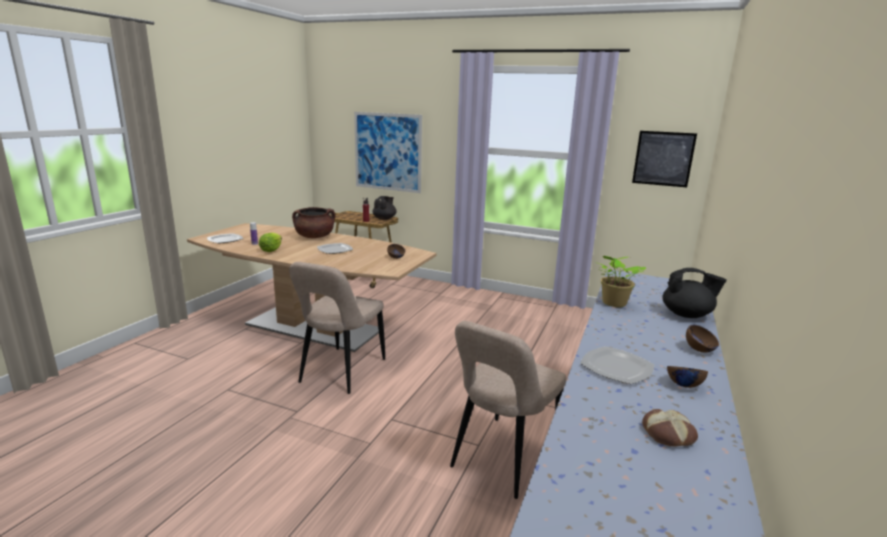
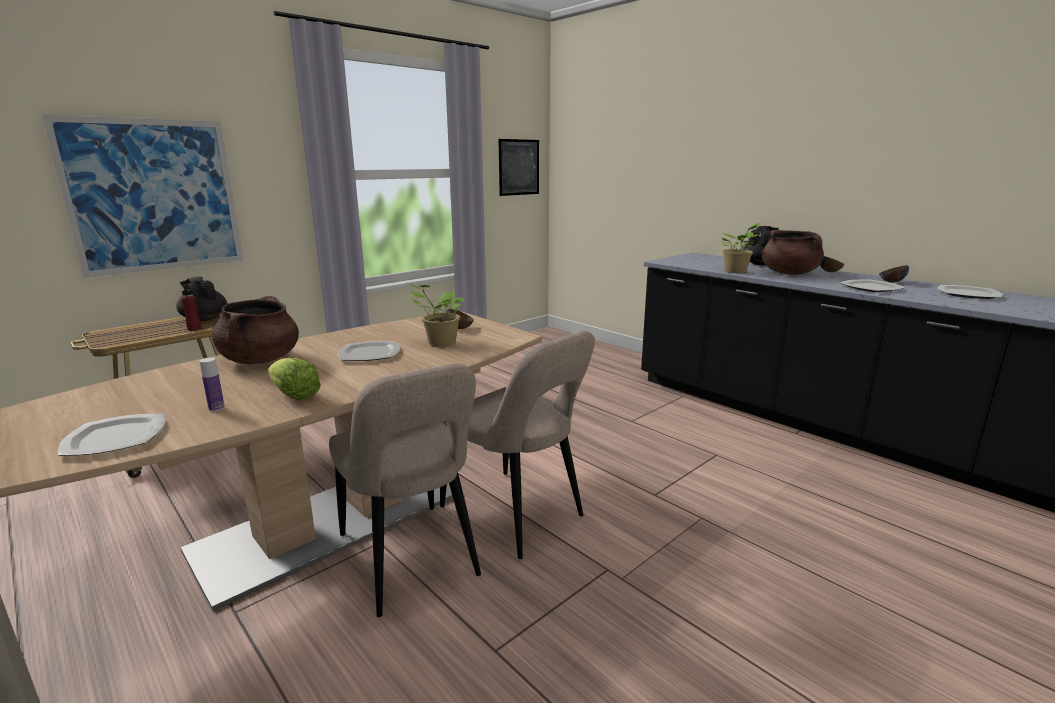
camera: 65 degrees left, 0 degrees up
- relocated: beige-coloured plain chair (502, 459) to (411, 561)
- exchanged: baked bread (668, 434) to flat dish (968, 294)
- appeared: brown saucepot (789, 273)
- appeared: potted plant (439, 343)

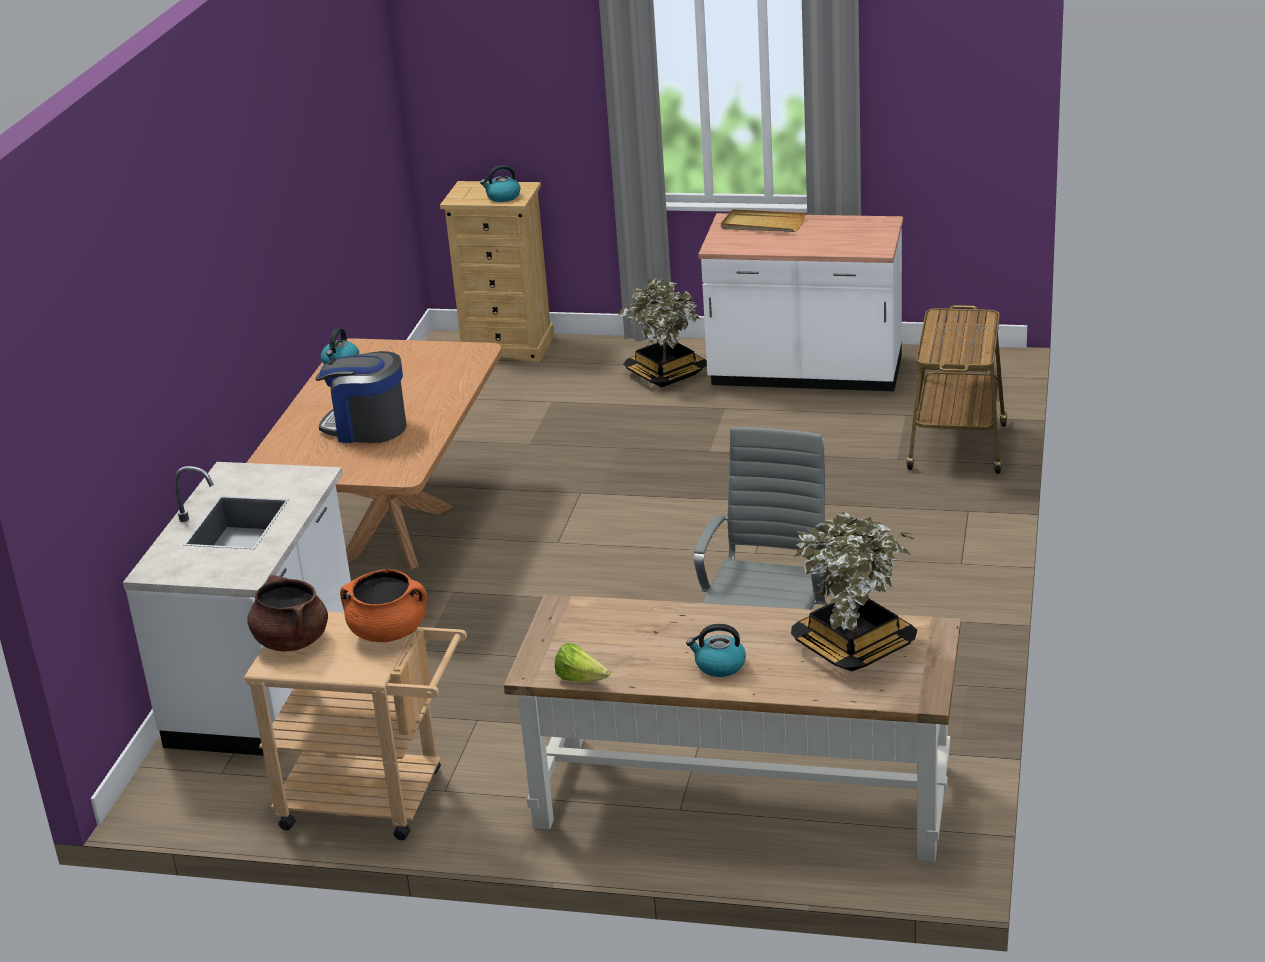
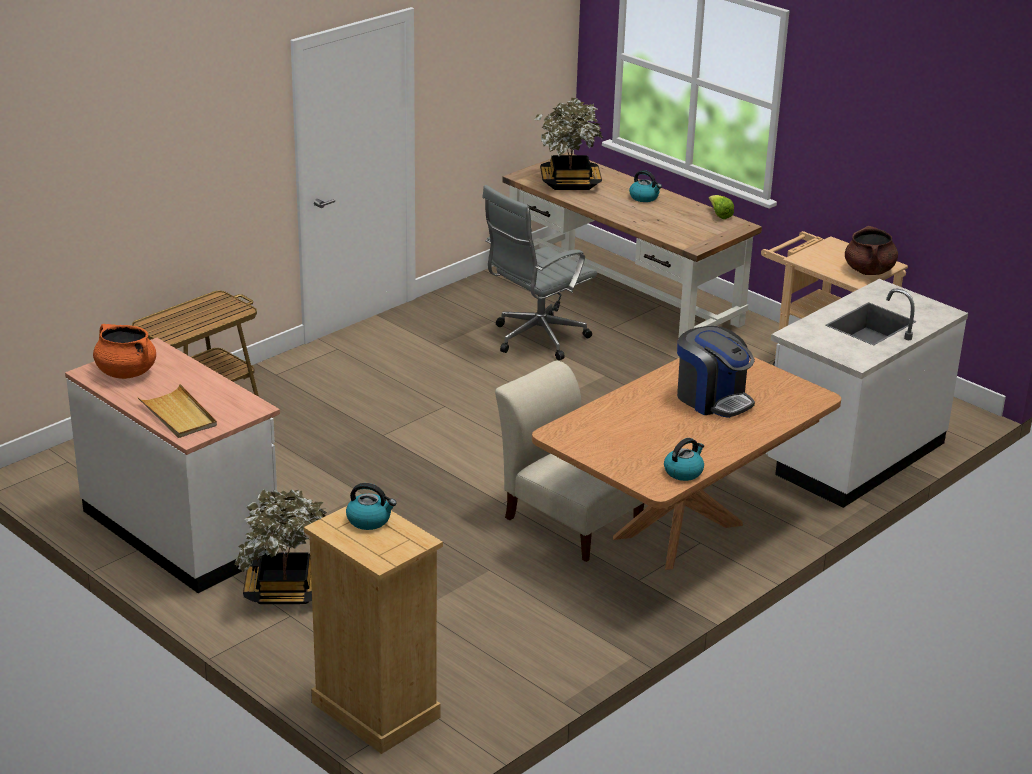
camera: 150 degrees left, 0 degrees up
- relocated: orange saucepot (389, 632) to (126, 372)
- appeared: beige-coloured plain chair (568, 521)

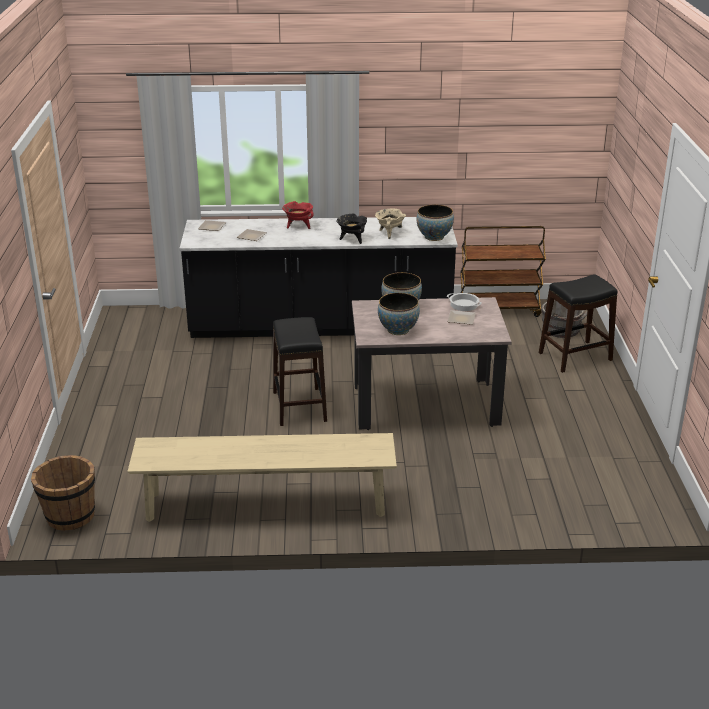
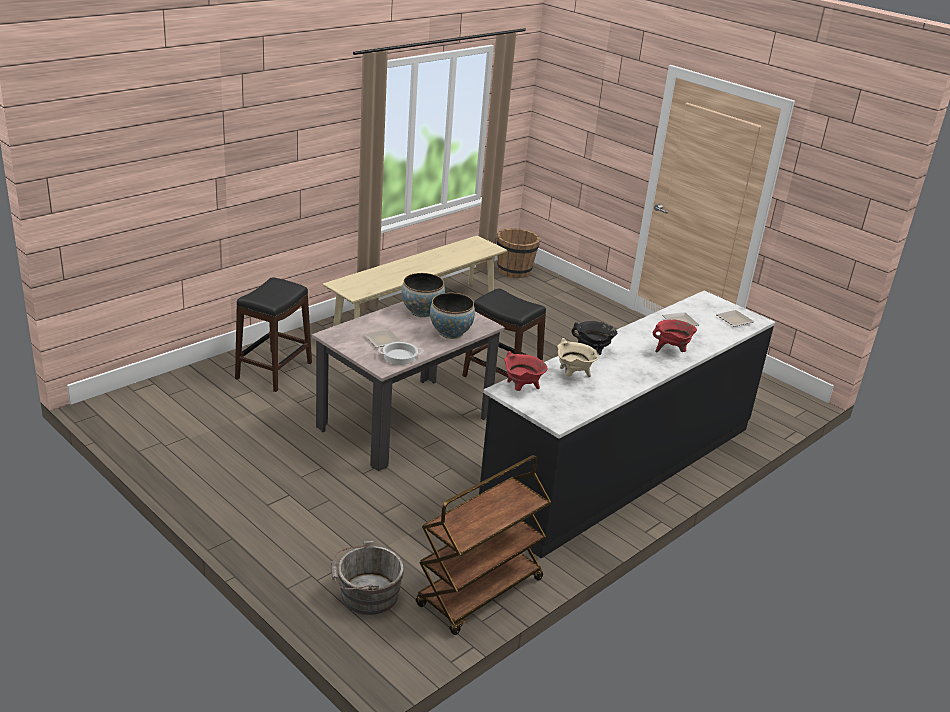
camera: 135 degrees right, 0 degrees up
- exchanged: serving bowl (434, 237) to red-coloured saucepot (521, 389)
- relocated: black stool seat (575, 357) to (273, 370)

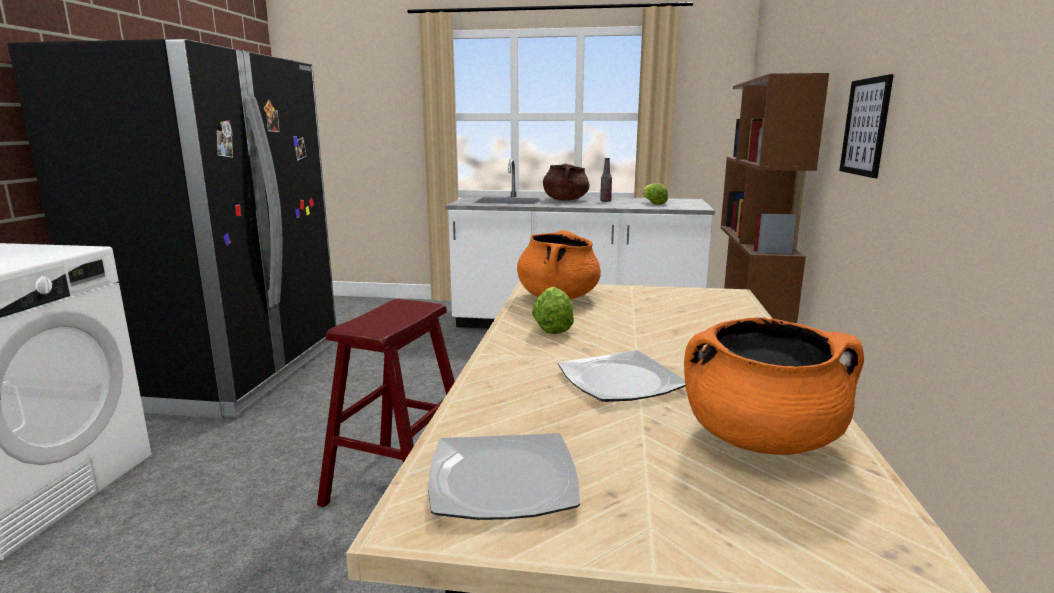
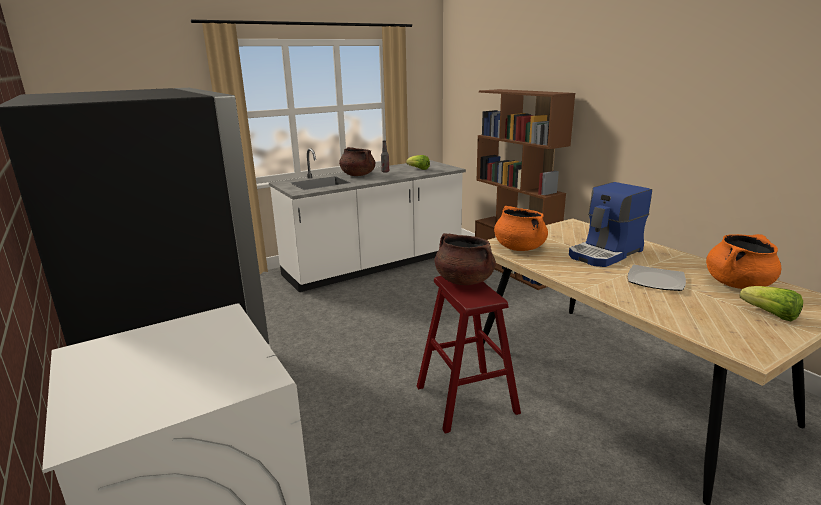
camera: 40 degrees left, 5 degrees up
- missing: wall art (865, 127)
- relocated: lettuce (552, 327) to (770, 314)
- missing: flat dish (501, 481)
- appeared: coffee brewer (606, 253)
- appeared: brown saucepot (463, 280)

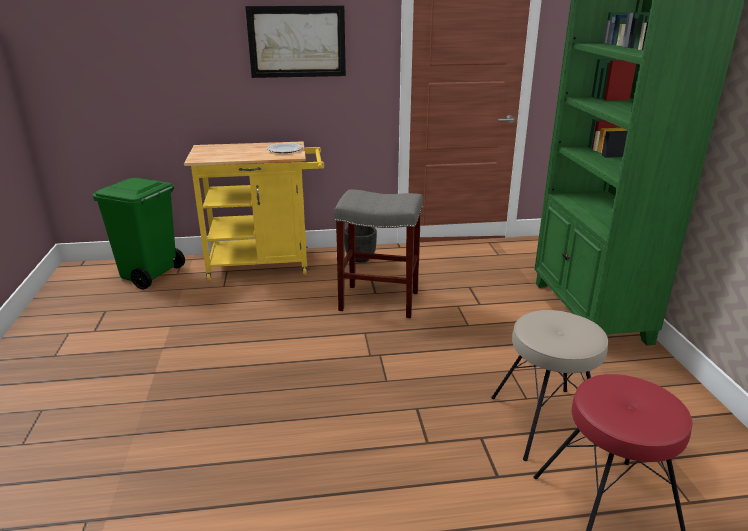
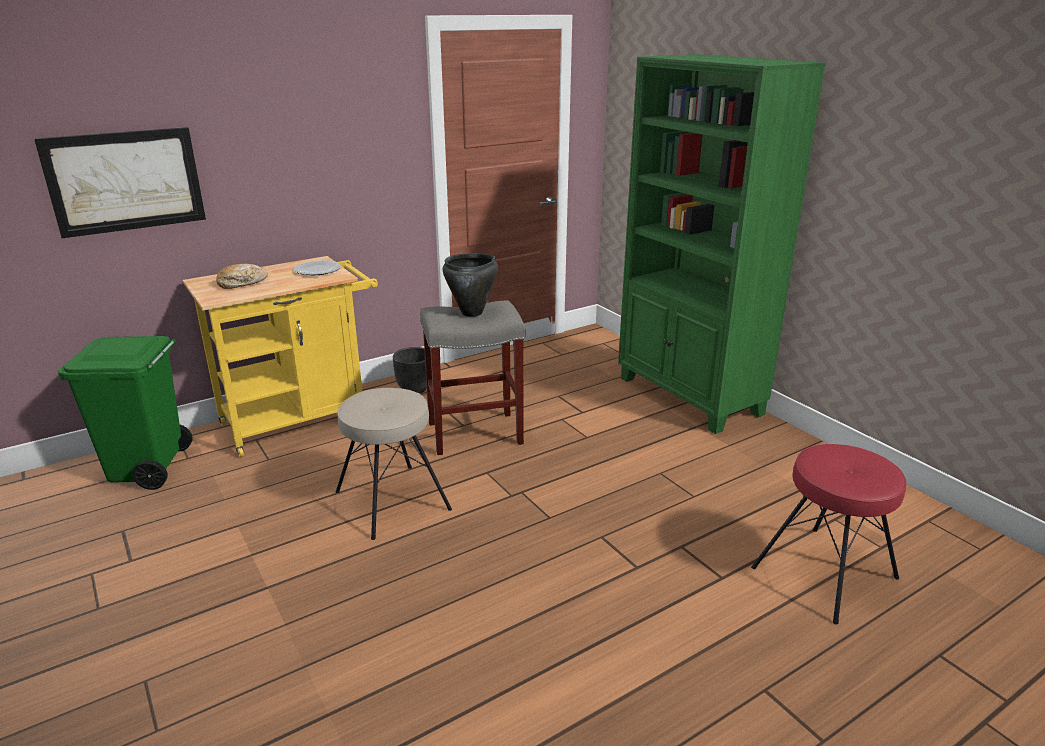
camera: 25 degrees left, 0 degrees up
- relocated: wall art (297, 41) to (125, 181)
- relocated: beige-coloured stool seat (545, 423) to (391, 501)
- appeared: black saucepot (472, 313)
- appeared: baked bread (242, 283)

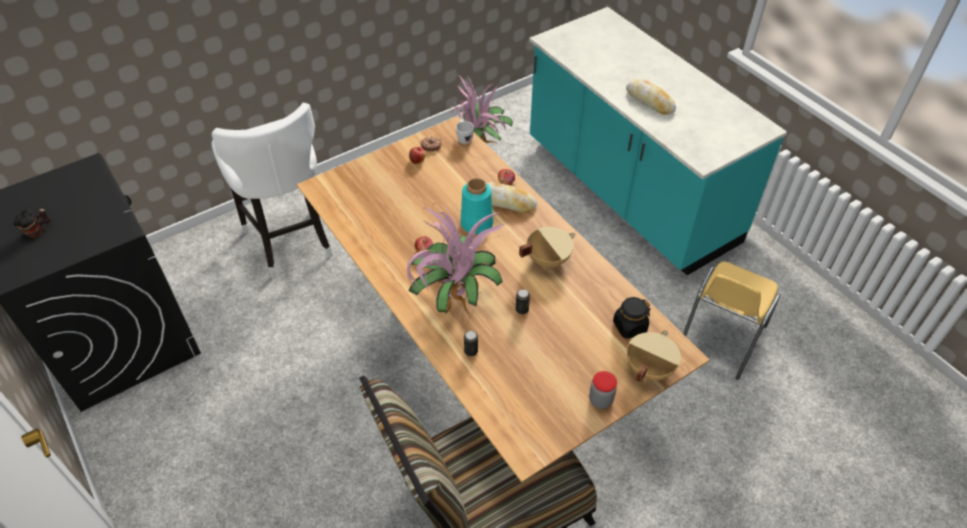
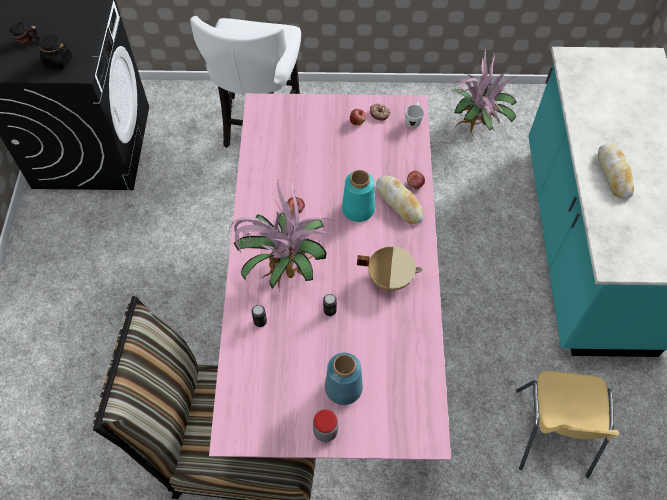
camera: 35 degrees right, 10 degrees up
- colour: brown kitchen table (483, 355) to pink kitchen table (333, 318)
- spun: yellow-coloured plain chair (720, 338) = (551, 433) 60 degrees counterclockwise
- relocated: black preserve jar (629, 326) to (58, 61)
- missing: beige-coloured saucepot (648, 368)
- appeared: blue-coloured flower vase (343, 387)

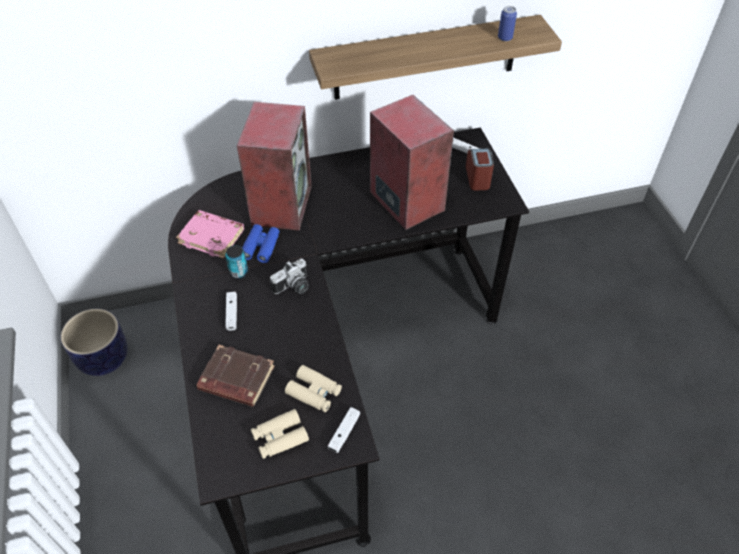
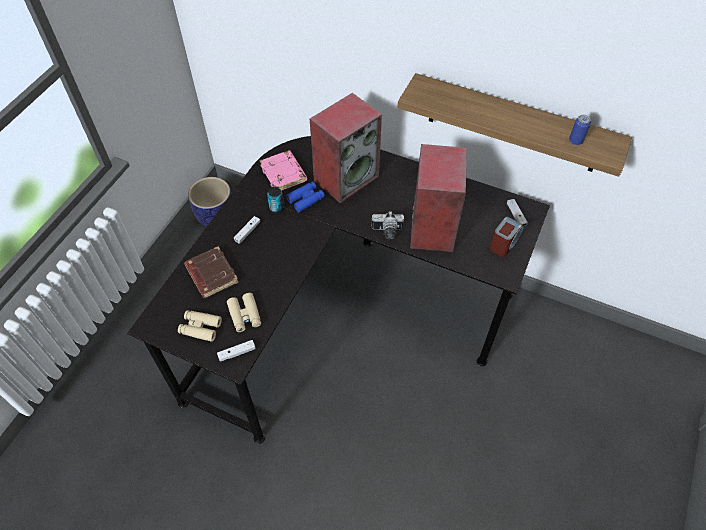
camera: 40 degrees right, 5 degrees up
- relocated: photo camera (294, 287) to (387, 232)

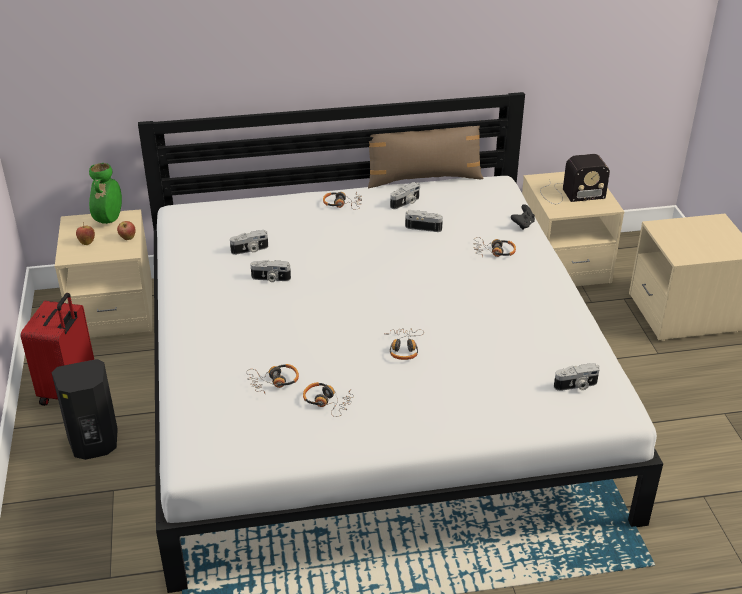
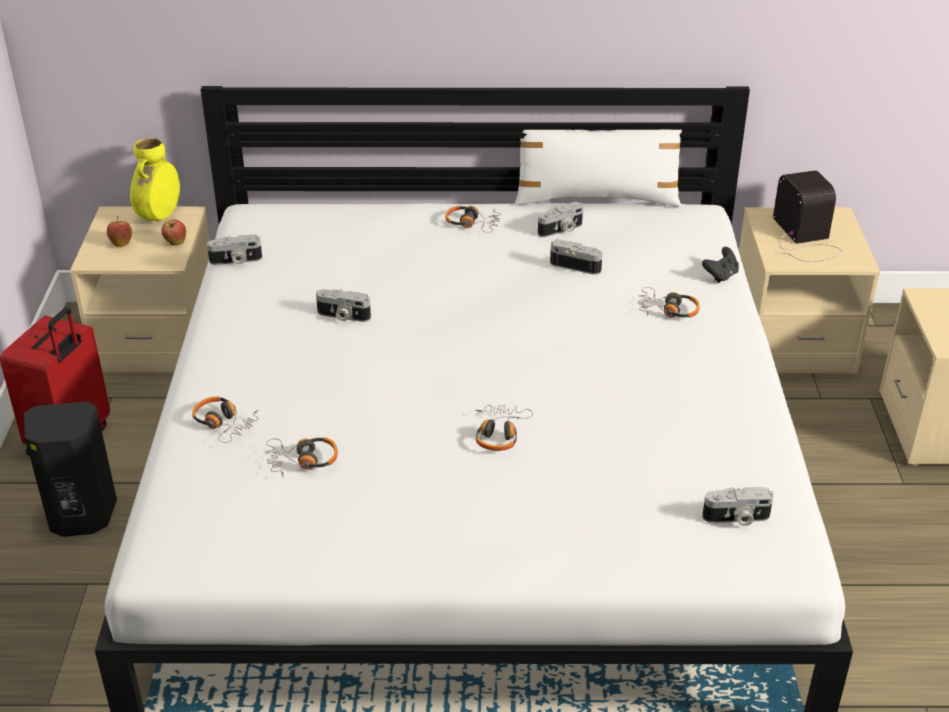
camera: 10 degrees right, 0 degrees up
- colour: brown throw pillow (424, 178) to whitish throw pillow (597, 199)
- spun: radio receiver (569, 193) = (805, 239) 105 degrees counterclockwise
- colour: green-coloured flower vase (109, 219) to yellow-coloured flower vase (159, 216)
- relocated: photo camera (250, 250) to (236, 261)
- relocated: headset (327, 402) to (224, 423)

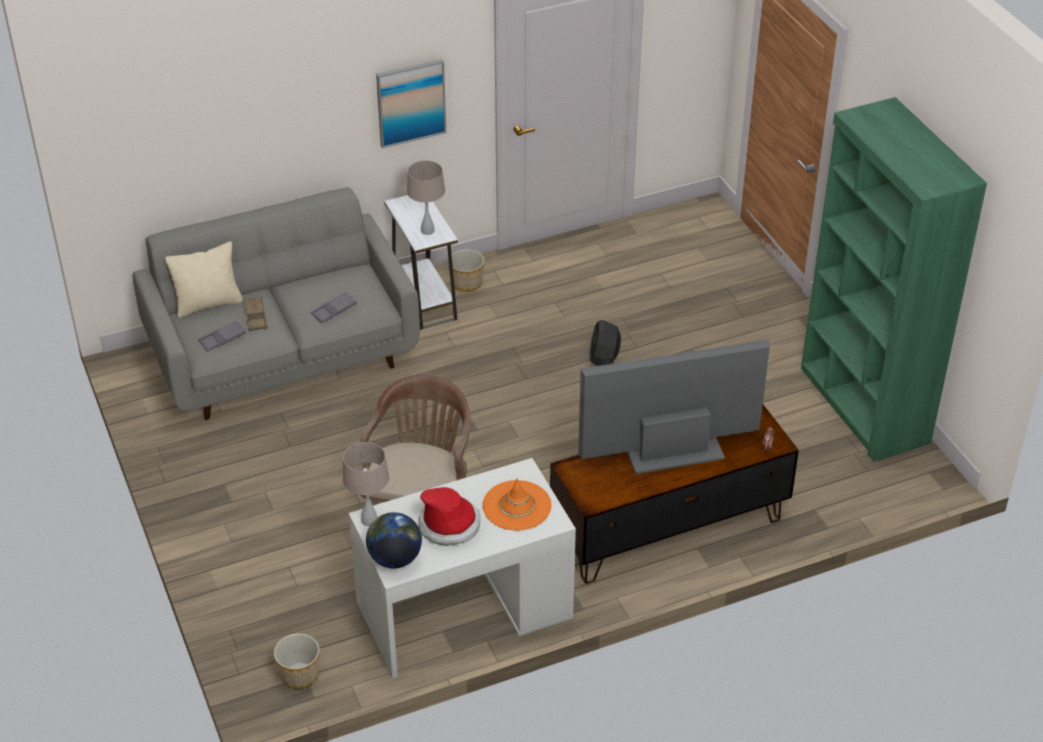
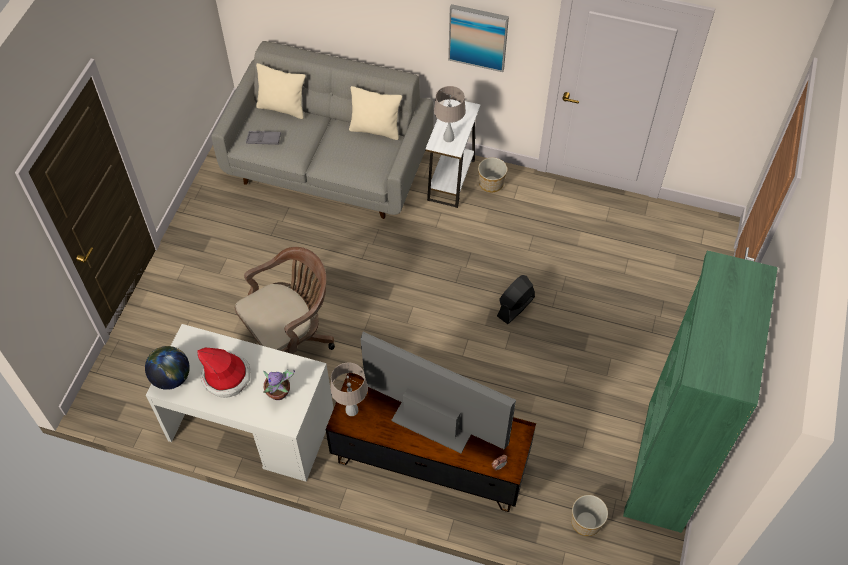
camera: 40 degrees right, 15 degrees up
- missing: grey carrying tray (334, 310)
- missing: brown carrying tray (255, 316)
- relocated: beige-coloured tabletop lamp (369, 519) to (352, 410)
- exchanged: orange clothing hat (517, 506) to potted plant (279, 393)
- relocated: flower pot (300, 675) to (586, 522)
- appeared: beige-coloured throw pillow (375, 130)

